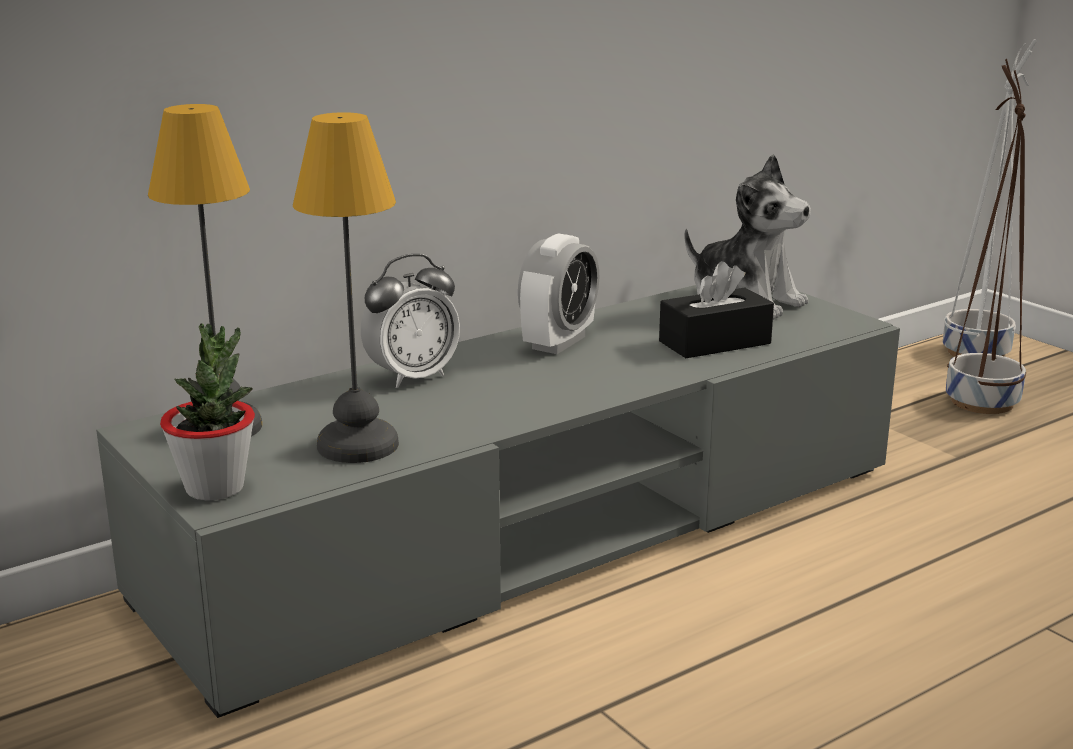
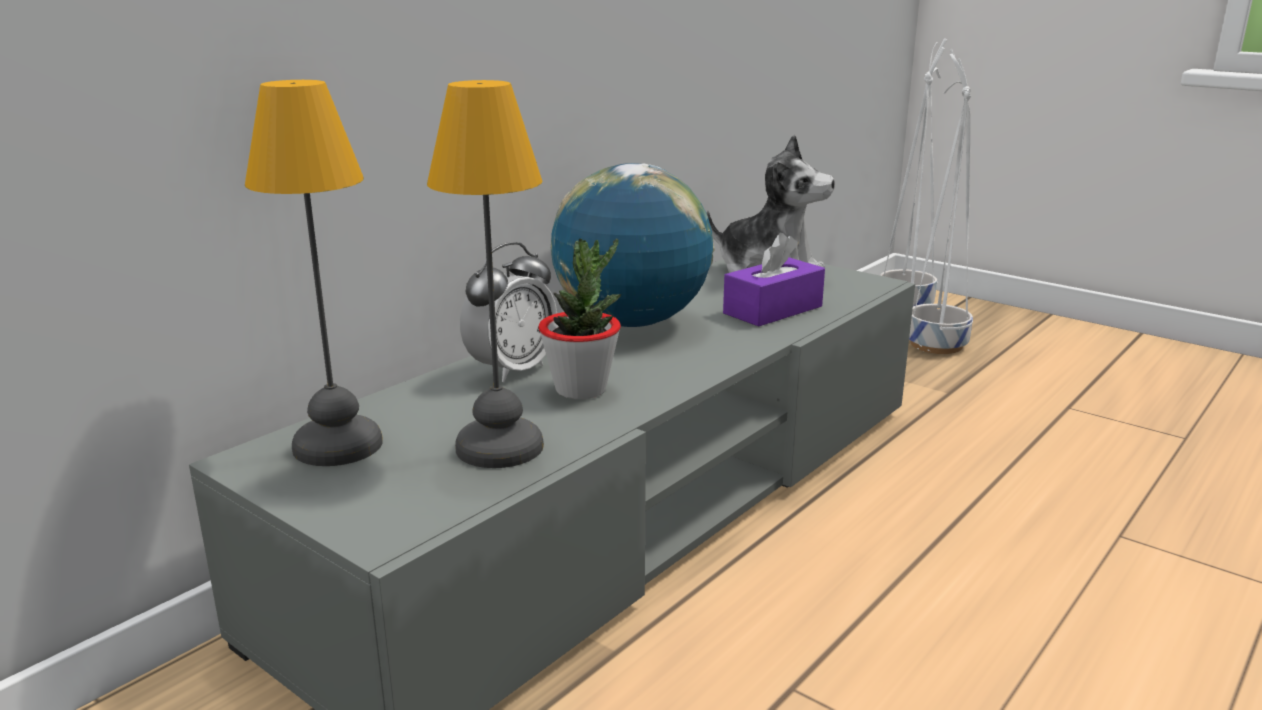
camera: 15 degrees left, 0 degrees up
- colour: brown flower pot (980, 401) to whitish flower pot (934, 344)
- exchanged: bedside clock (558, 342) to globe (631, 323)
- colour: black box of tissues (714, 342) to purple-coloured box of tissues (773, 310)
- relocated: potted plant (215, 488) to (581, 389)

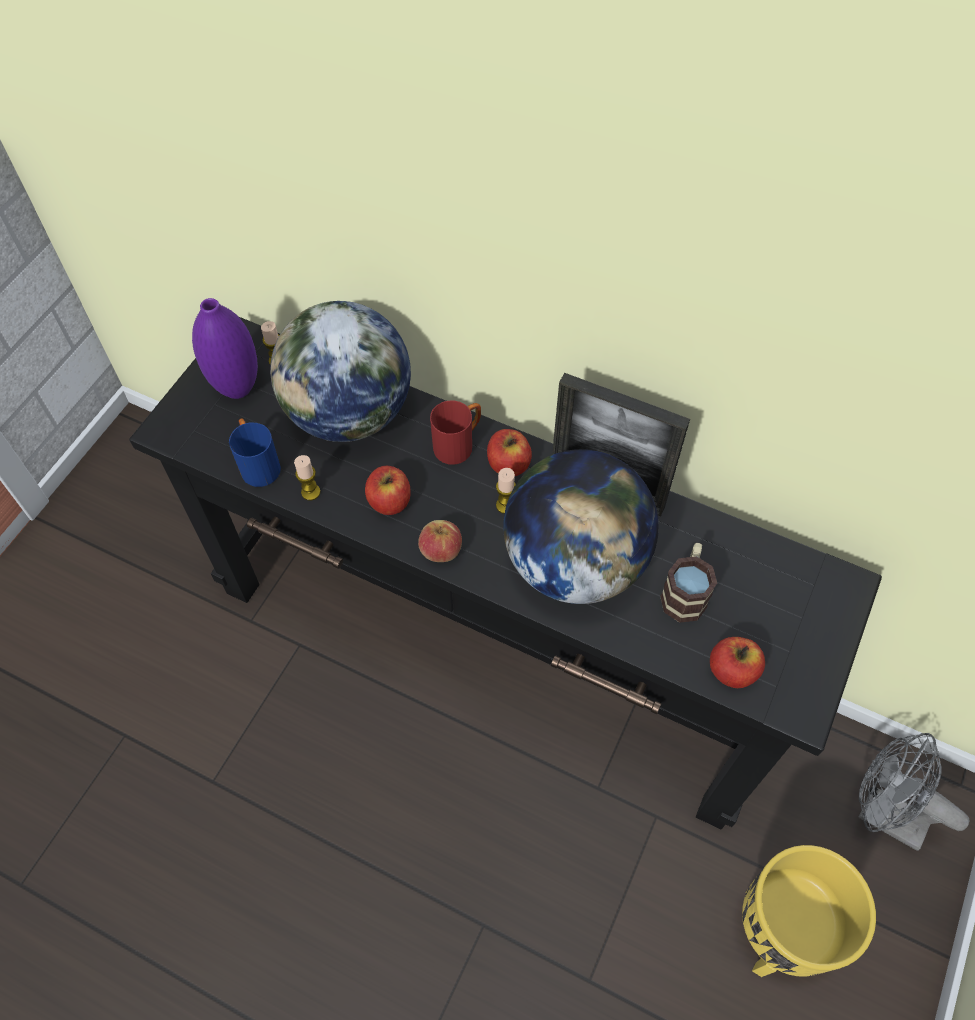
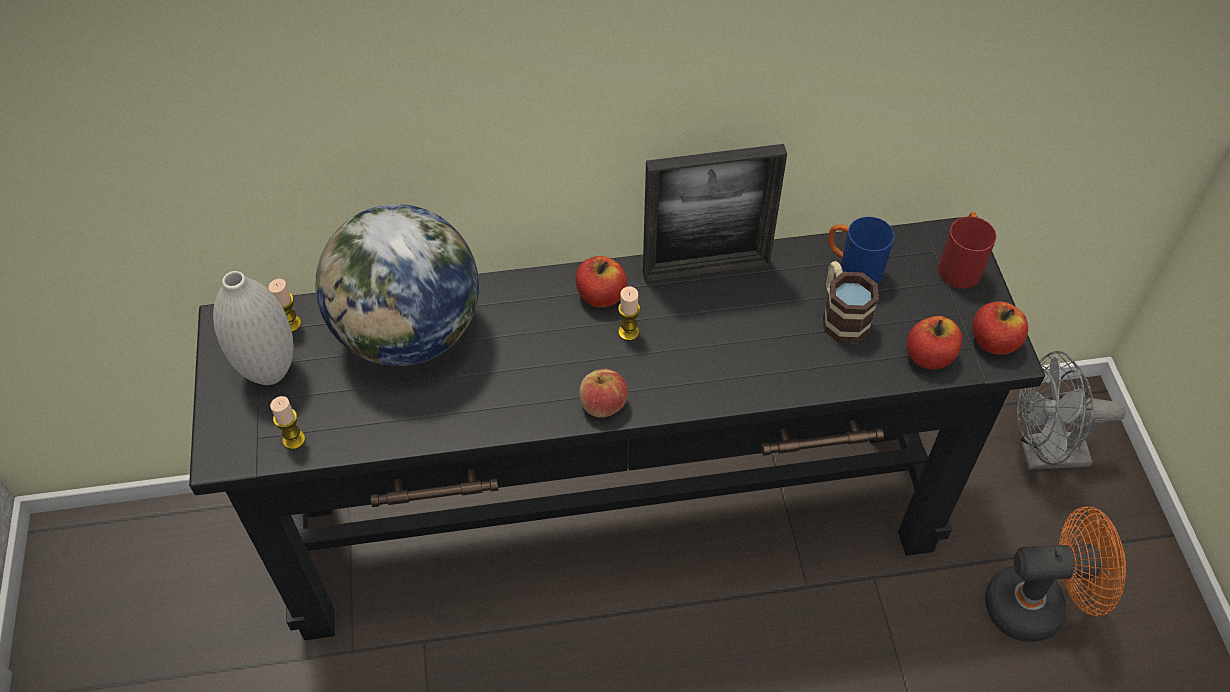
camera: 35 degrees left, 5 degrees down
- colour: purple-coloured flower vase (237, 388) to whitish flower vase (270, 372)
- relocated: red-coloured mug (459, 444) to (959, 265)
- relocated: blue-coloured mug (258, 464) to (852, 269)
- missing: globe (574, 562)
- relocated: wax light (310, 492) to (294, 440)
- relocated: apple fruit (389, 501) to (993, 342)
- exchanged: yellow-coloured flower pot (775, 931) to orange fan (1037, 605)

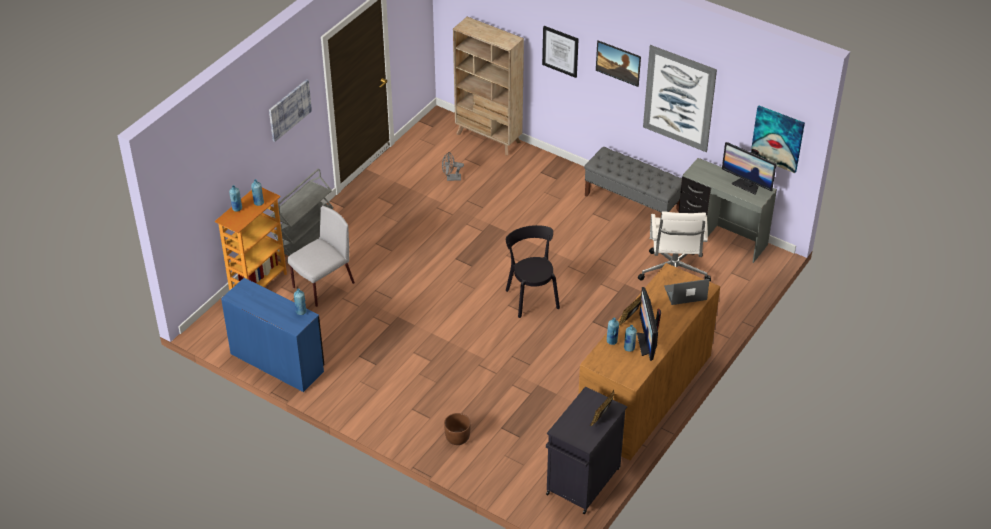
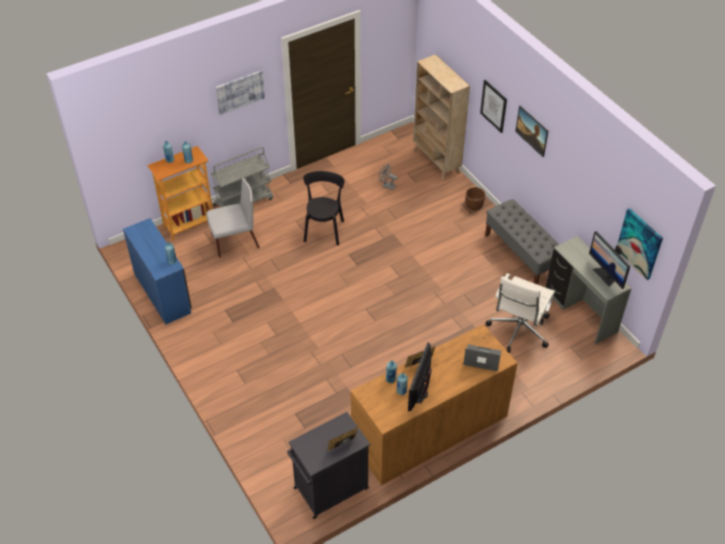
camera: 25 degrees right, 5 degrees up
- missing: wall art (679, 98)
- relocated: black plain chair (531, 297) to (324, 229)
- relocated: brown flower pot (457, 437) to (474, 205)

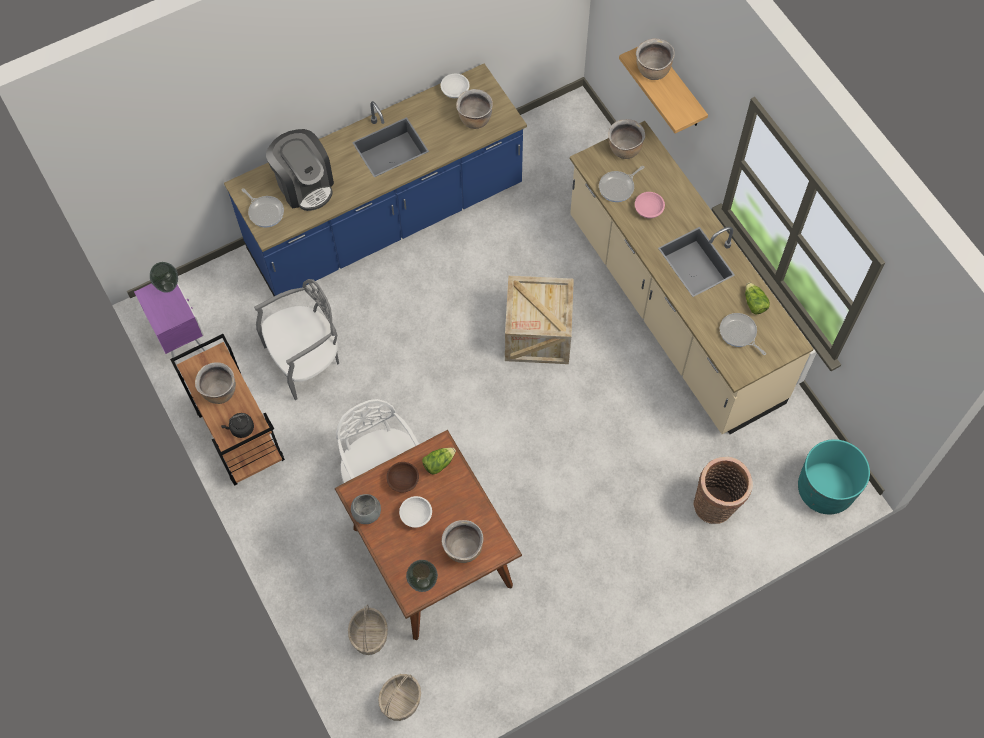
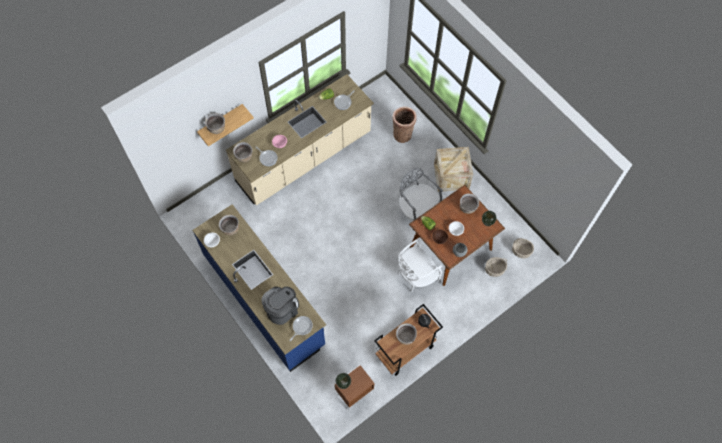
camera: 100 degrees left, 0 degrees up
- relocated: crate (538, 334) to (451, 176)
- relocated: grey plain chair (305, 360) to (417, 210)
- colour: purple-coloured nightstand (182, 340) to brown nightstand (353, 394)
- missing: turquoise flower pot (825, 489)

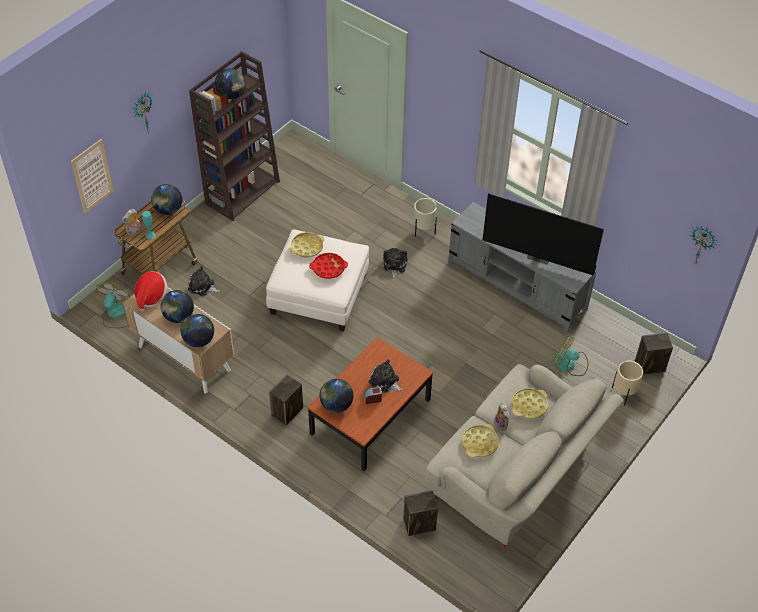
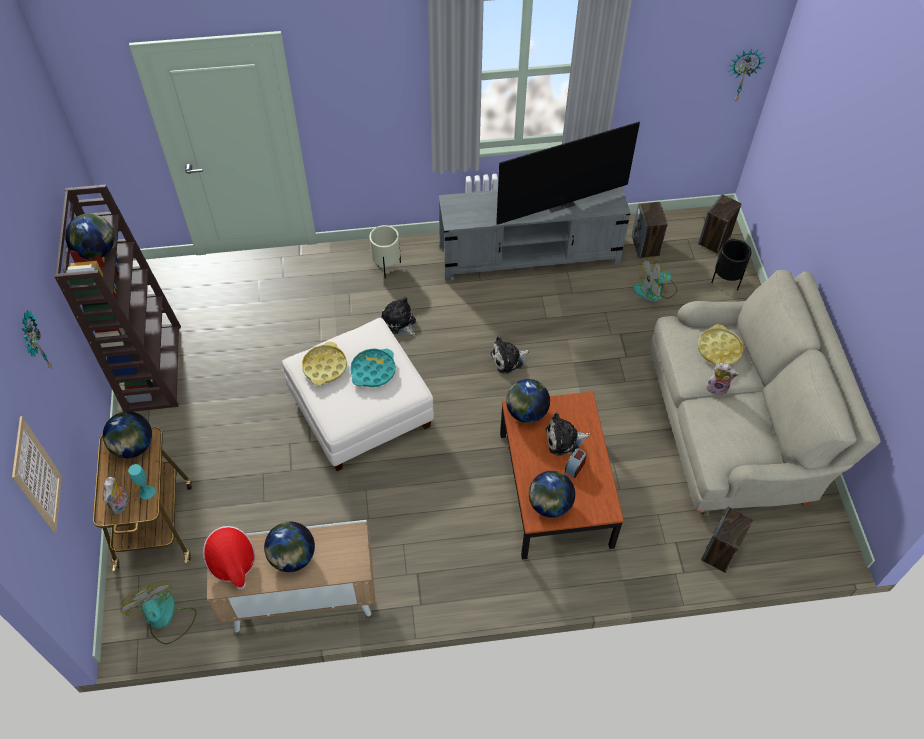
camera: 45 degrees left, 5 degrees up
- colour: red-coloured carrying tray (328, 268) to turquoise carrying tray (373, 370)
- relocated: cuddly toy (202, 287) to (508, 359)
- relocated: globe (198, 340) to (526, 412)
- colour: beige-coloured flower pot (623, 394) to black flower pot (725, 281)
- relocated: audio speaker (287, 412) to (645, 246)
- missing: yellow-coloured carrying tray (479, 443)

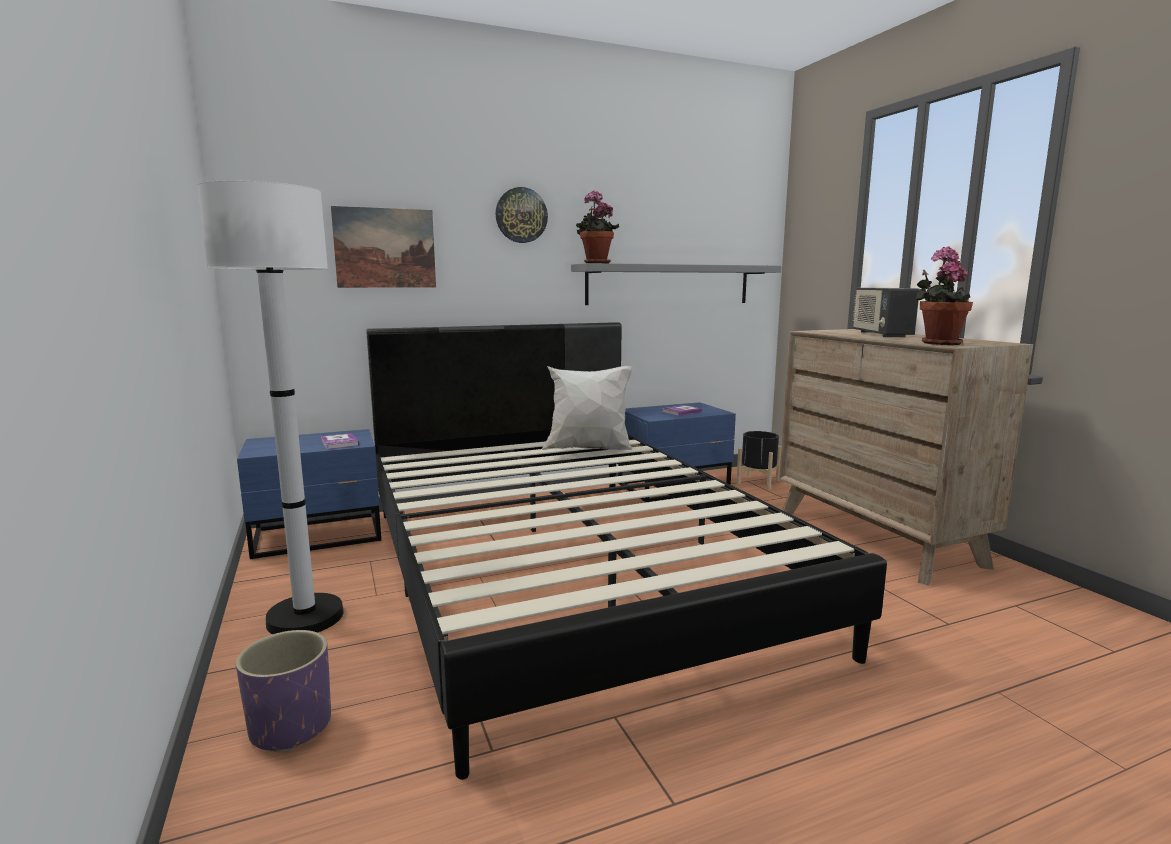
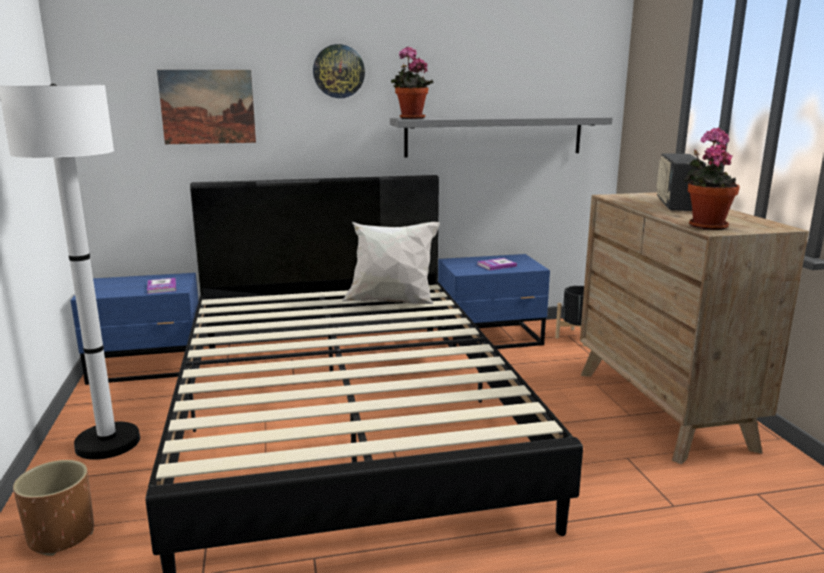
camera: 10 degrees right, 5 degrees up
- colour: purple-coloured flower pot (291, 727) to brown flower pot (61, 536)

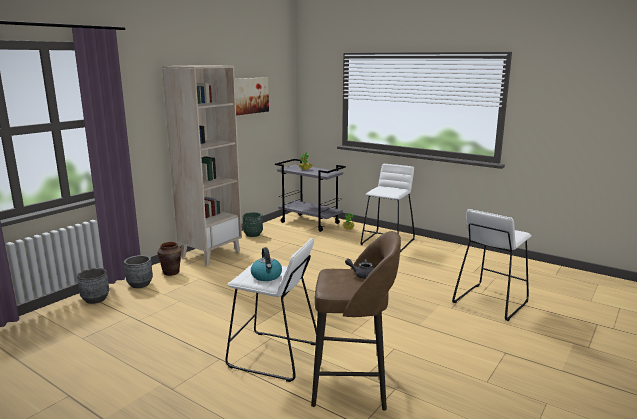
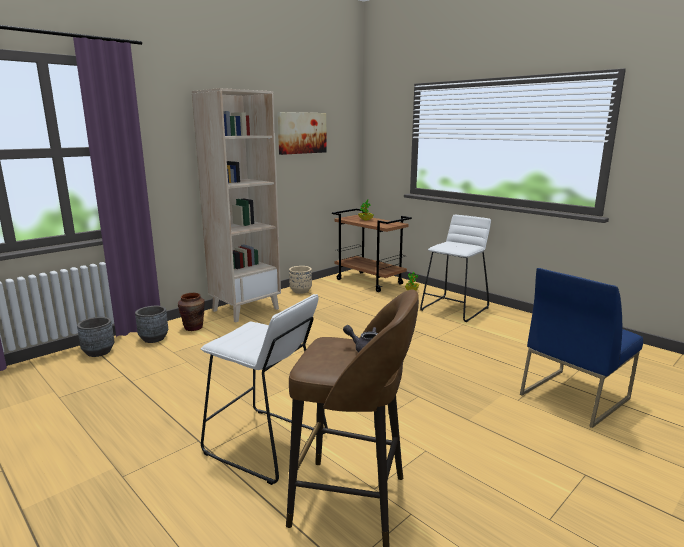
camera: 10 degrees right, 0 degrees up
- colour: grey wheeled cart (310, 223) to brown wheeled cart (370, 282)
- exchanged: whitish stool seat (490, 302) to blue-coloured plain chair (574, 396)
- colour: green-coloured flower pot (253, 234) to beige-coloured flower pot (301, 291)
- missing: tea kettle (266, 276)

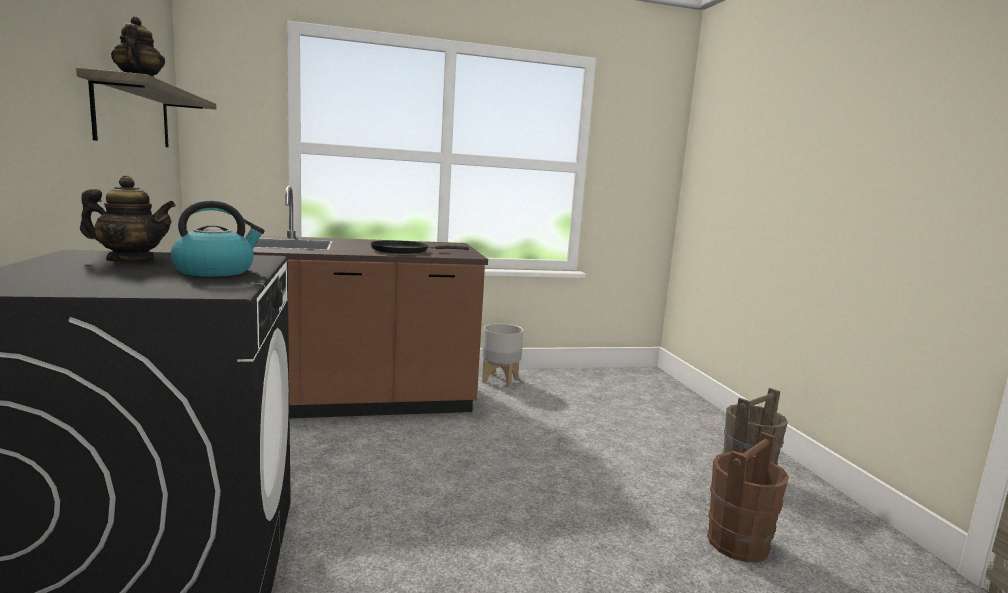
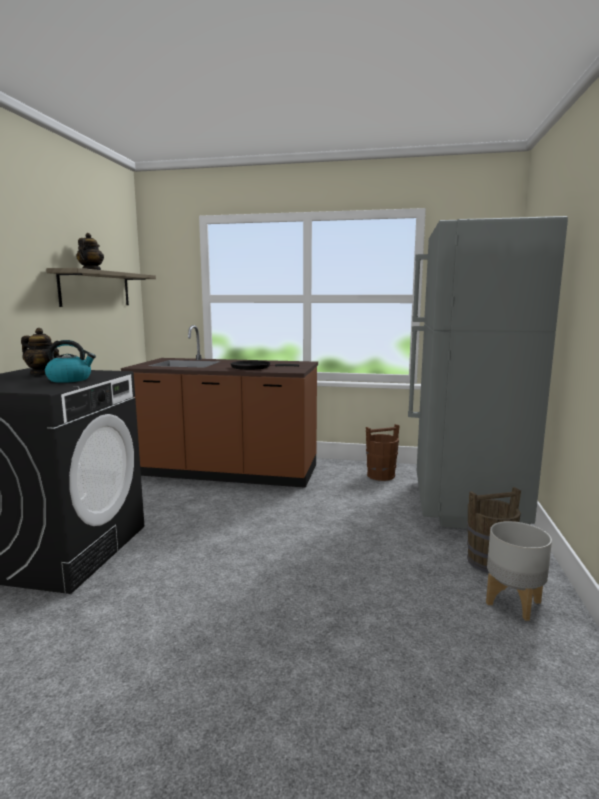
camera: 25 degrees right, 0 degrees up
- relocated: grey flower pot (500, 380) to (513, 603)
- relocated: brown pail (738, 543) to (381, 475)
- appeared: grey kitchen fridge (466, 504)

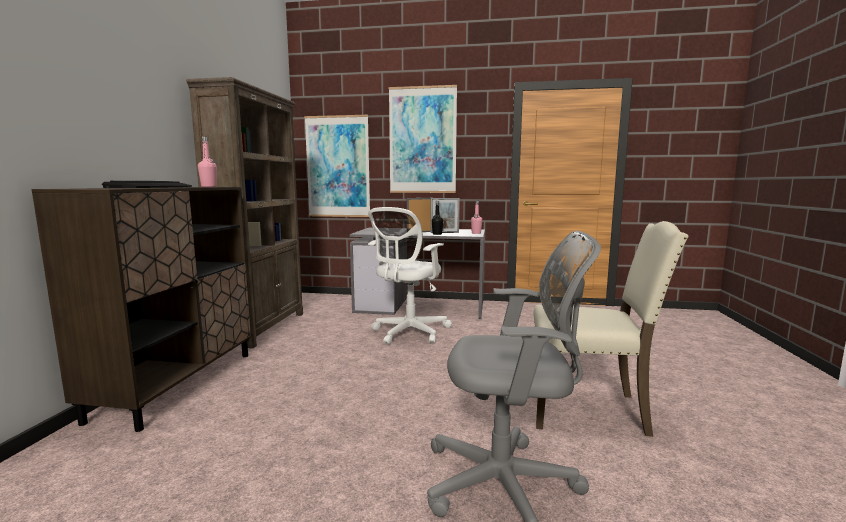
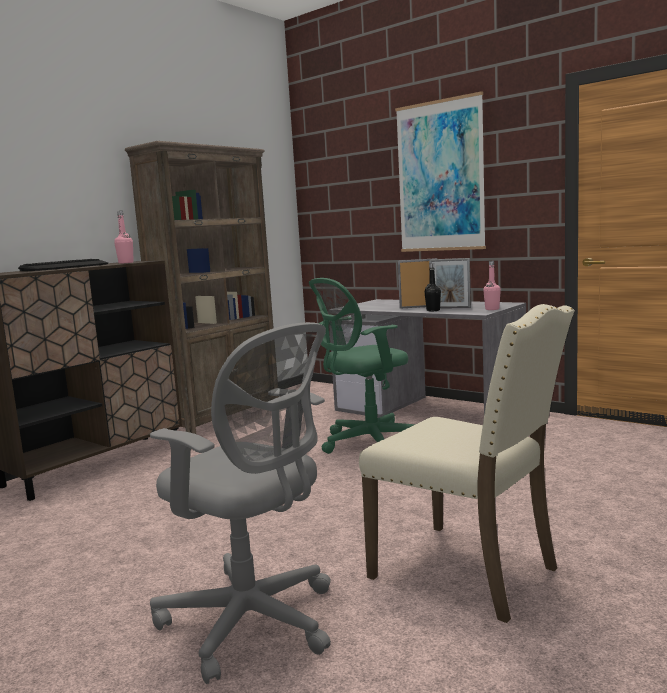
camera: 30 degrees right, 0 degrees up
- missing: wall art (338, 167)
- colour: whitish office chair (408, 333) to green-coloured office chair (368, 443)

